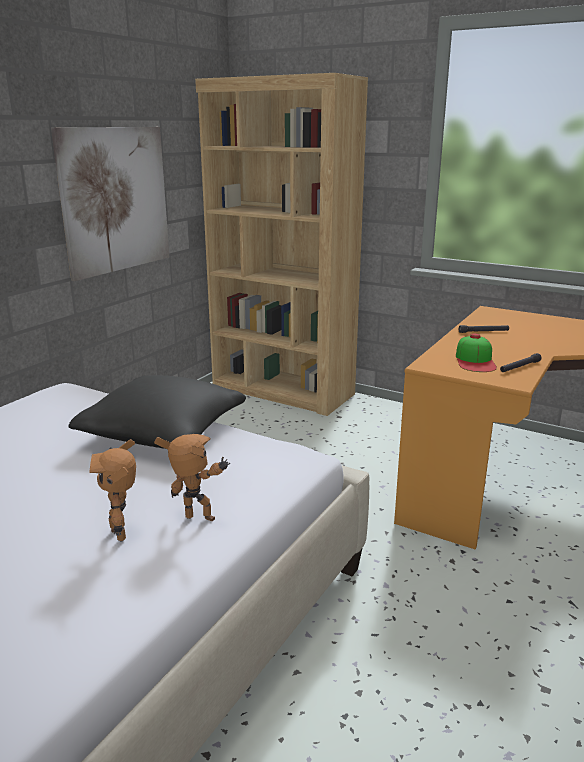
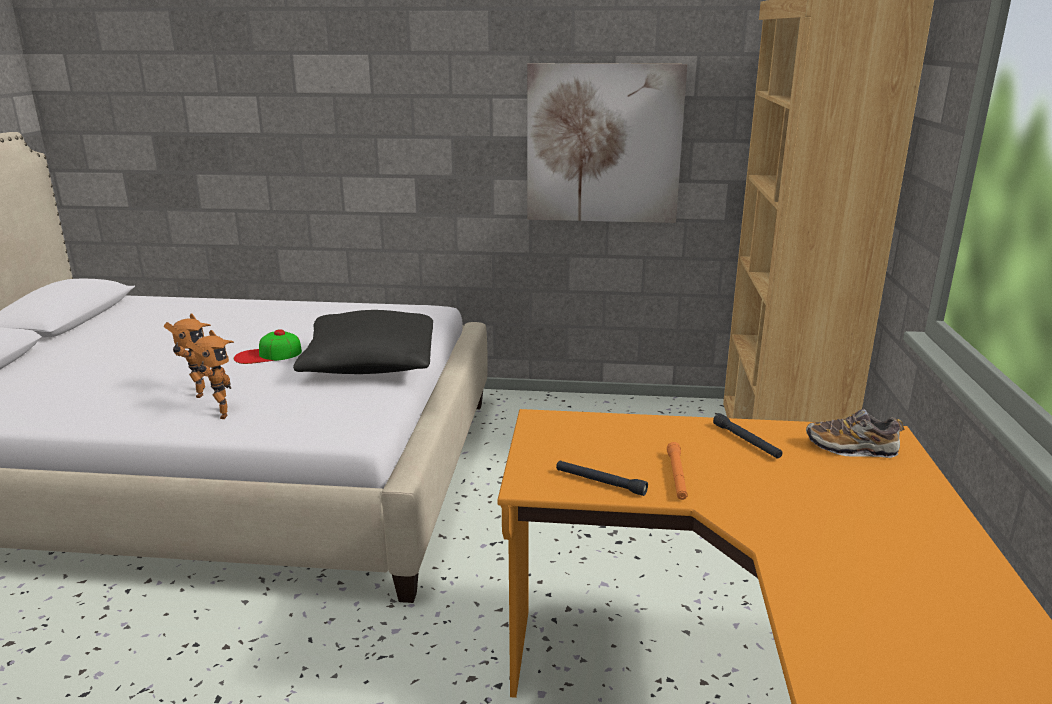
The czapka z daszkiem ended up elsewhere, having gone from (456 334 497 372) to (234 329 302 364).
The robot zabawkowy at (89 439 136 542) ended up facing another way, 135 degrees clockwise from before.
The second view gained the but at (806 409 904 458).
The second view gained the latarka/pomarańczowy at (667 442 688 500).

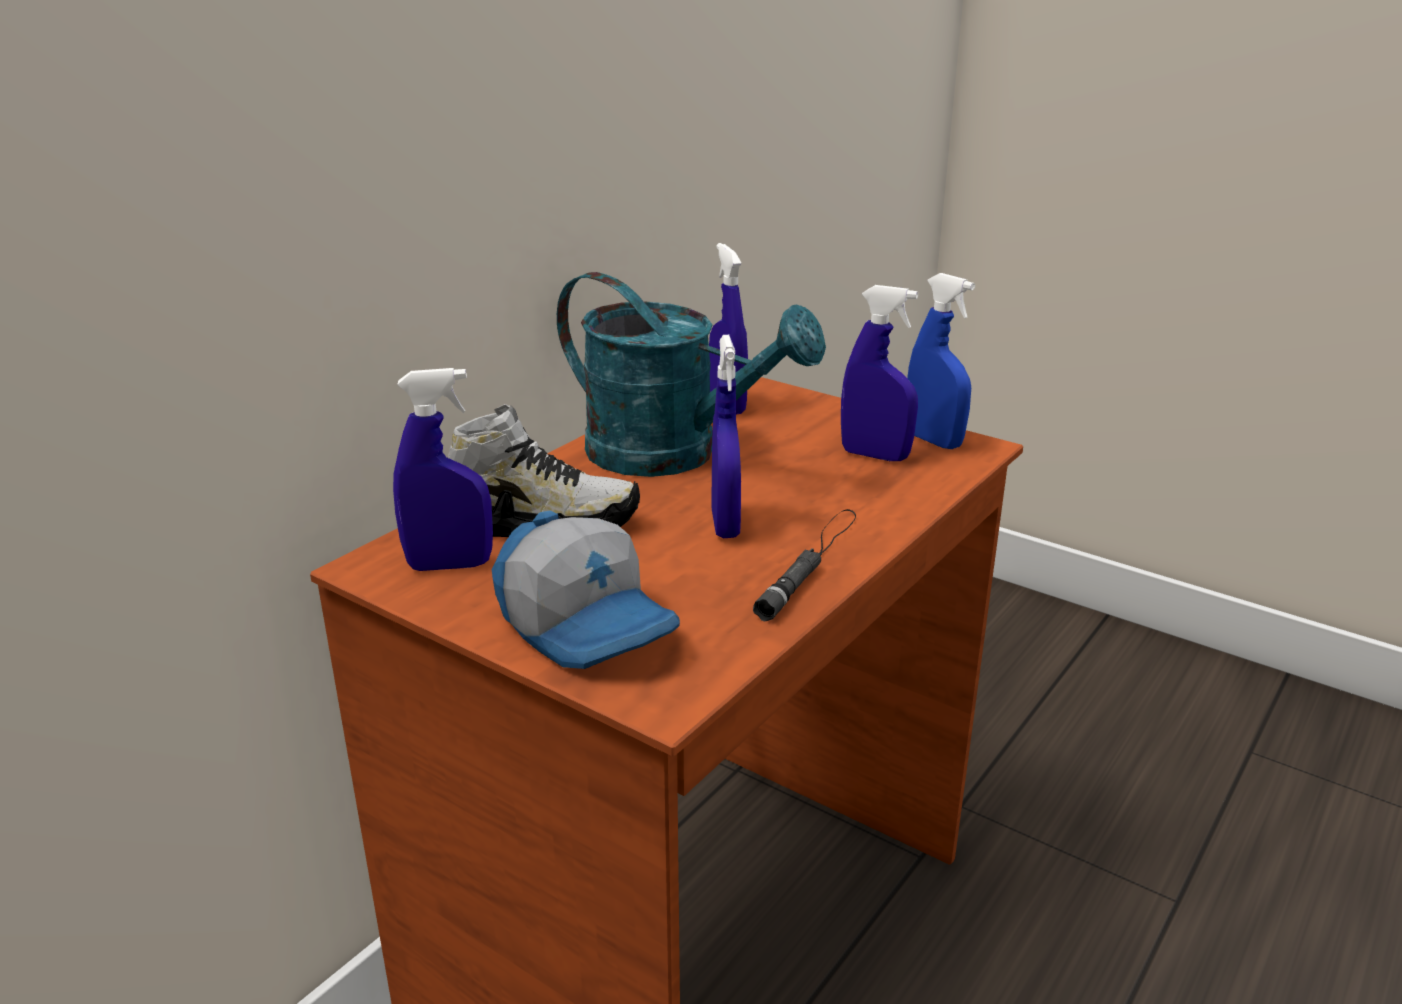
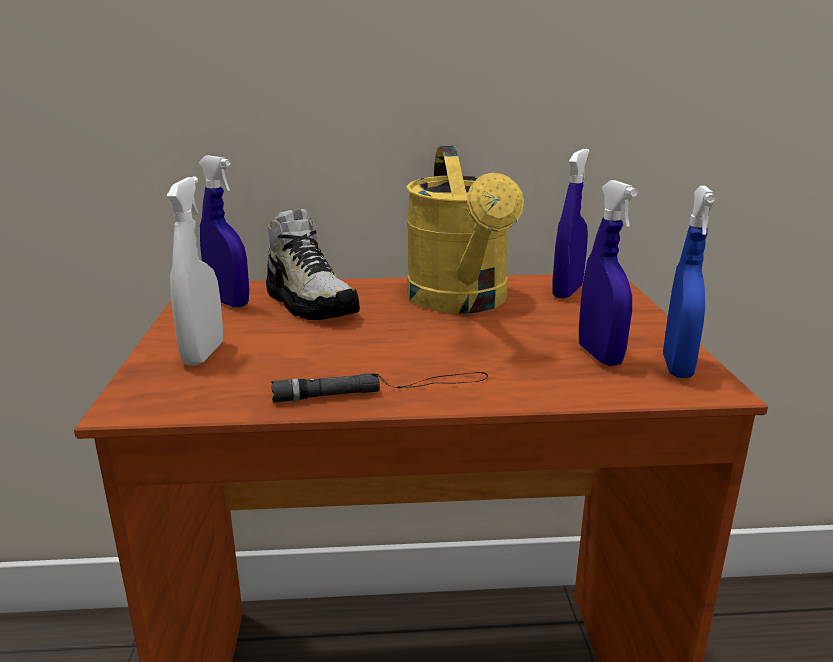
What was the konewka/turkusowy at (557 272 826 477) turned into the konewka/żółty at (406 146 524 314).
The second view lost the spryskiwacz/niebieski at (711 335 741 538).
Where the czapka z daszkiem stood at (492 511 680 669), the spryskiwacz/biały came to stand at (167 177 223 366).

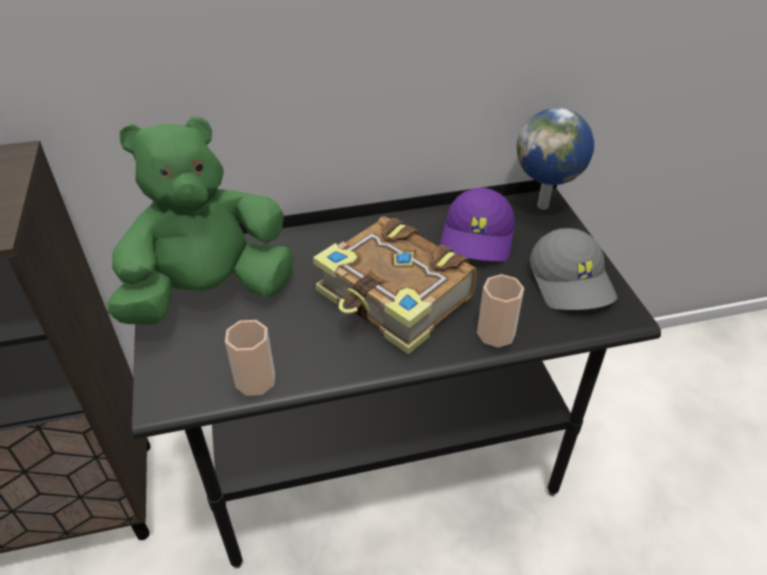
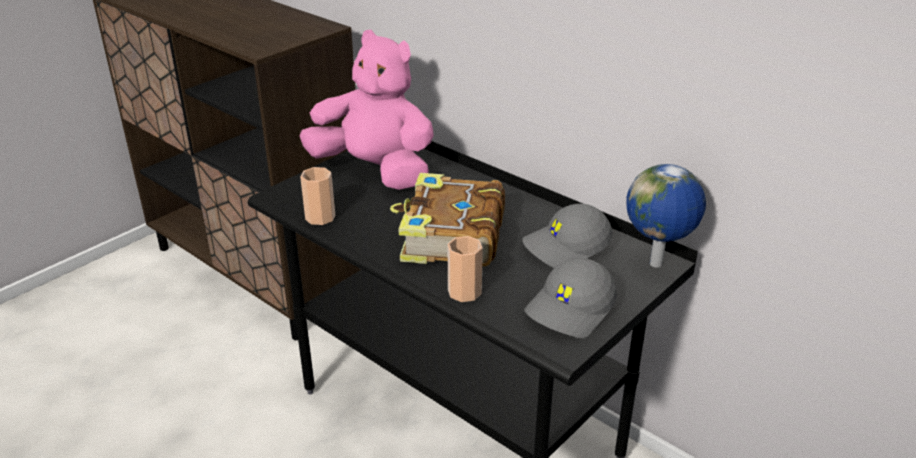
What was the pluszak/zielony at (106 116 294 325) turned into the pluszak/różowy at (299 30 434 190).
What was the czapka z daszkiem/fioletowy at (440 188 515 261) turned into the czapka z daszkiem/szary at (522 204 613 268).

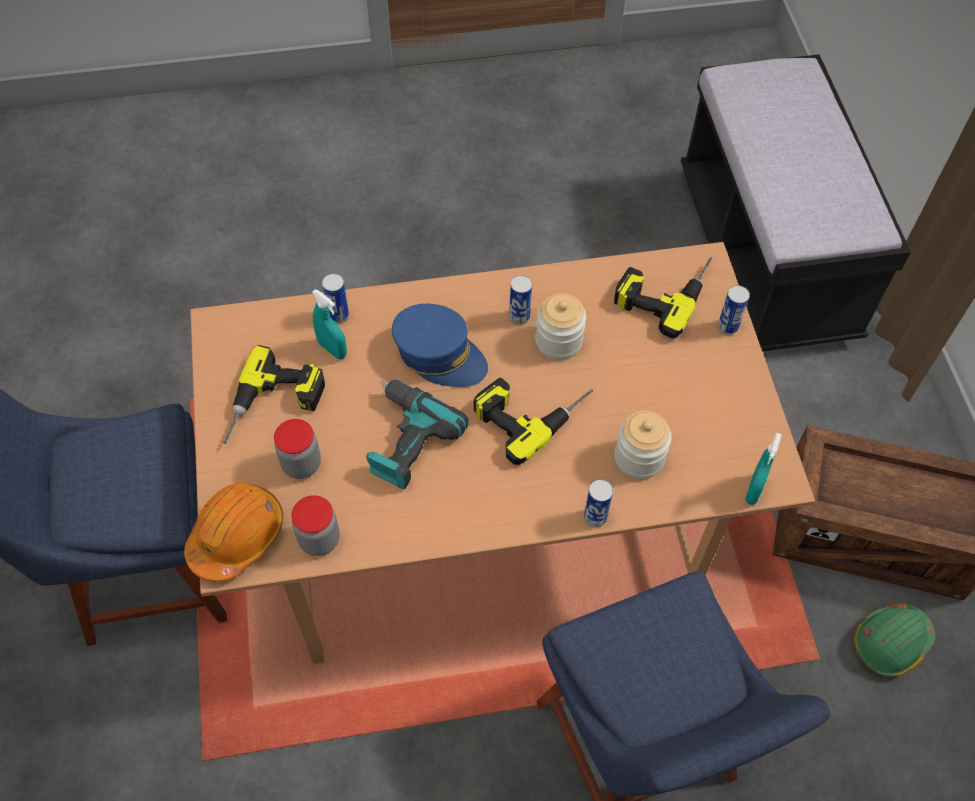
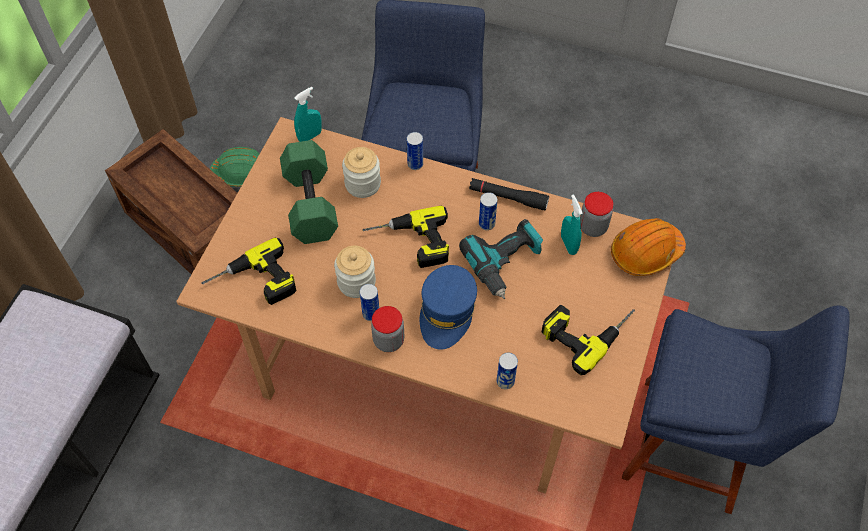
The puszka ended up elsewhere, having gone from (718 285 750 335) to (479 192 497 230).
The spryskiwacz/turkusowy ended up elsewhere, having gone from (312 289 347 359) to (561 194 583 255).
The czapka z daszkiem/niebieski at (392 304 488 387) ended up facing another way, 135 degrees counterclockwise from before.
The słoik ended up elsewhere, having gone from (274 419 321 479) to (371 306 404 352).
The second view gained the hantel/zielony at (280 140 338 244).
The second view gained the latarka/czarny at (469 178 549 210).

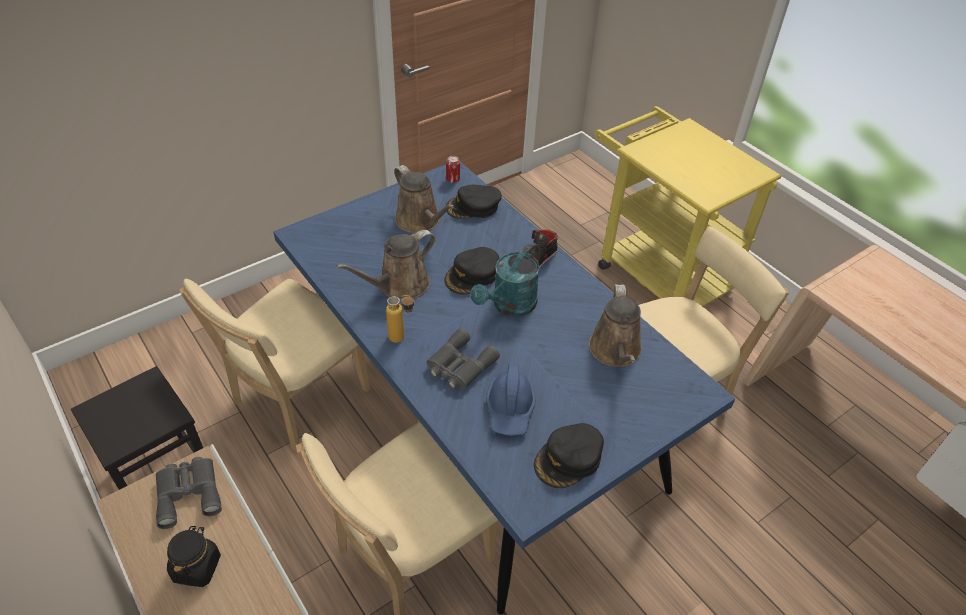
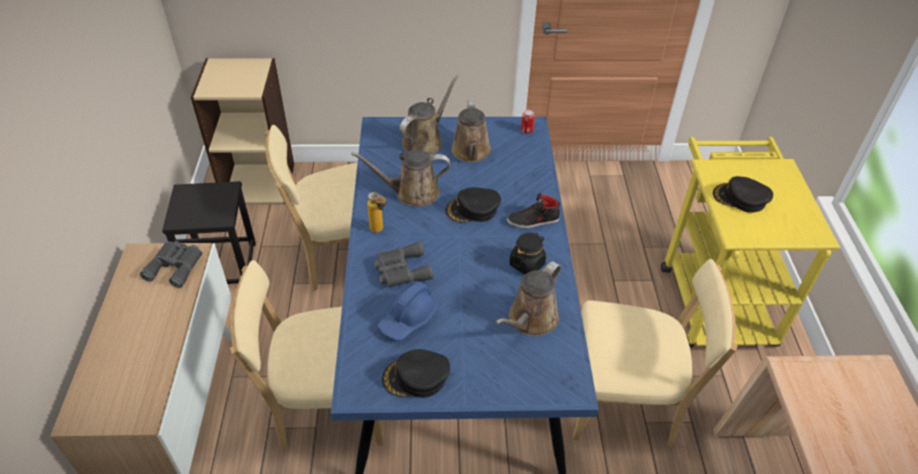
The czapka z daszkiem/czarny ended up elsewhere, having gone from (446 185 502 219) to (713 176 773 213).
The second view lost the konewka/turkusowy at (470 242 540 317).
The słoik/czarny ended up elsewhere, having gone from (167 526 221 587) to (509 233 546 275).
The second view gained the regał/beżowy at (191 58 294 205).
The second view gained the konewka/brązowy at (399 75 459 154).

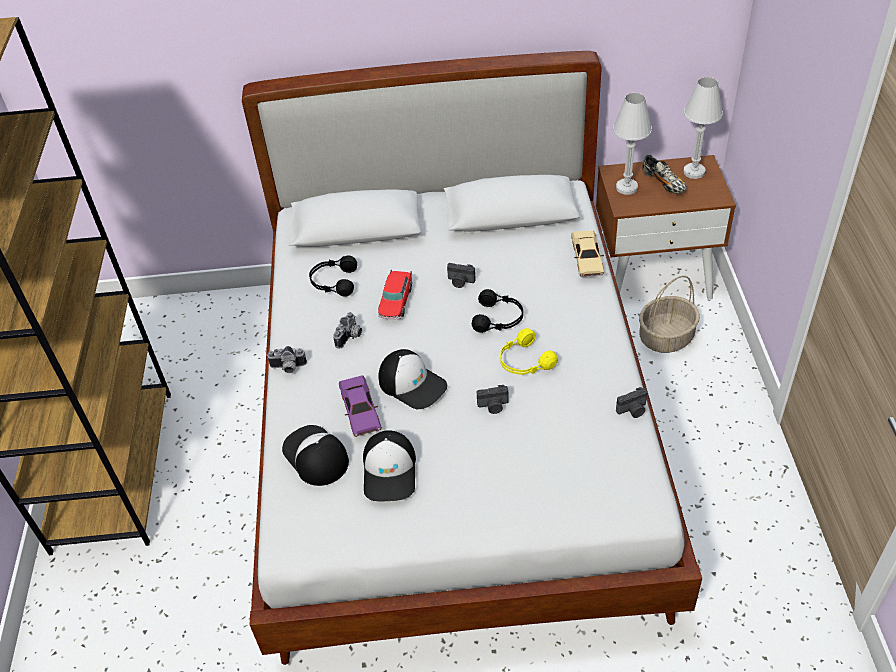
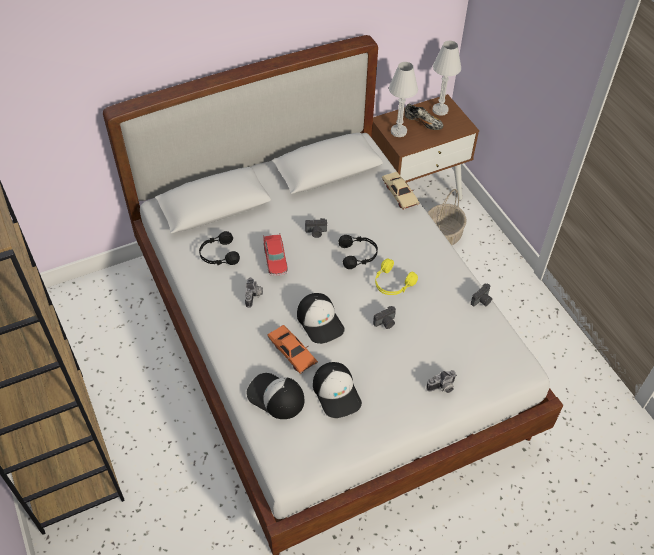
The aparat fotograficzny ended up elsewhere, having gone from (267 346 307 373) to (426 370 457 393).
The czapka z daszkiem at (379 349 447 409) ended up facing another way, 45 degrees clockwise from before.
What was the samochodzik/fioletowy at (339 375 382 437) turned into the samochodzik/pomarańczowy at (267 325 318 374).

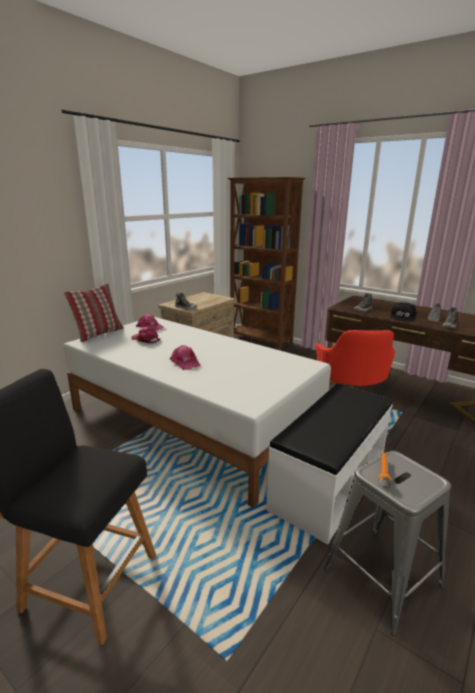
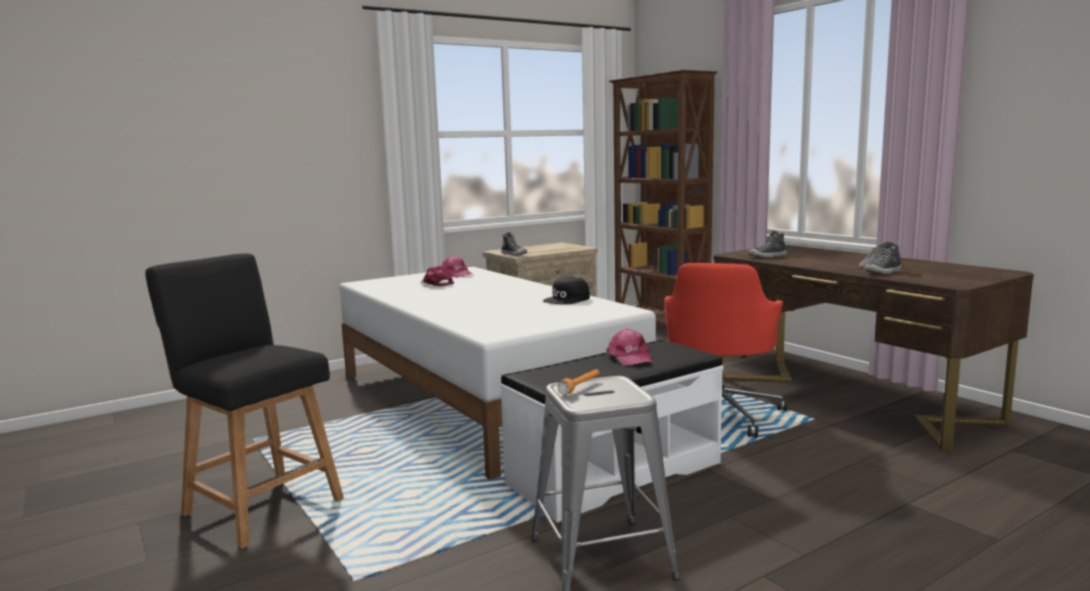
The second view lost the poduszka at (64 283 123 342).
The czapka z daszkiem/czarny ended up elsewhere, having gone from (390 302 416 321) to (543 276 590 304).
The czapka z daszkiem/różowy ended up elsewhere, having gone from (170 345 201 370) to (606 329 654 365).

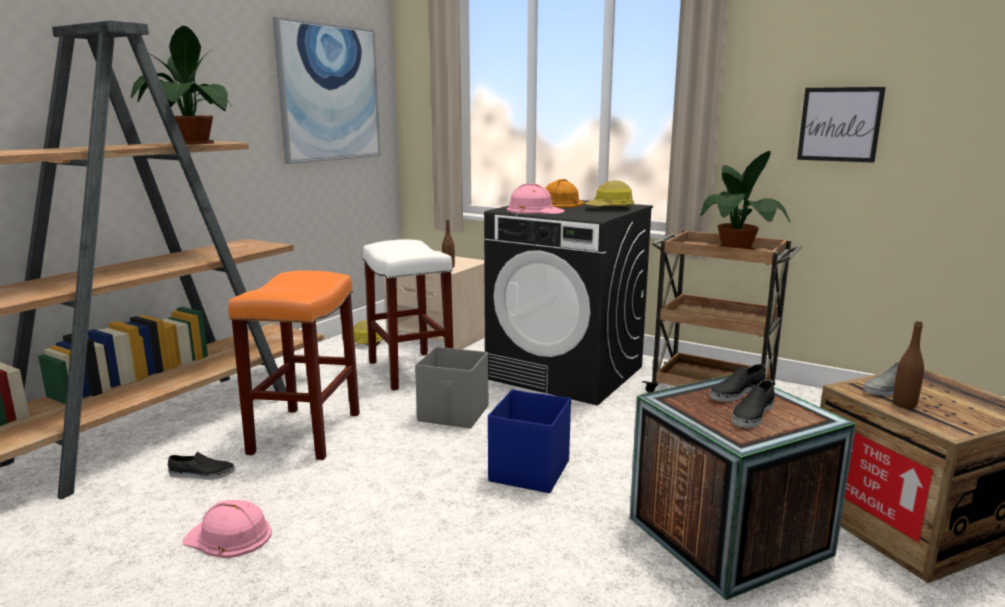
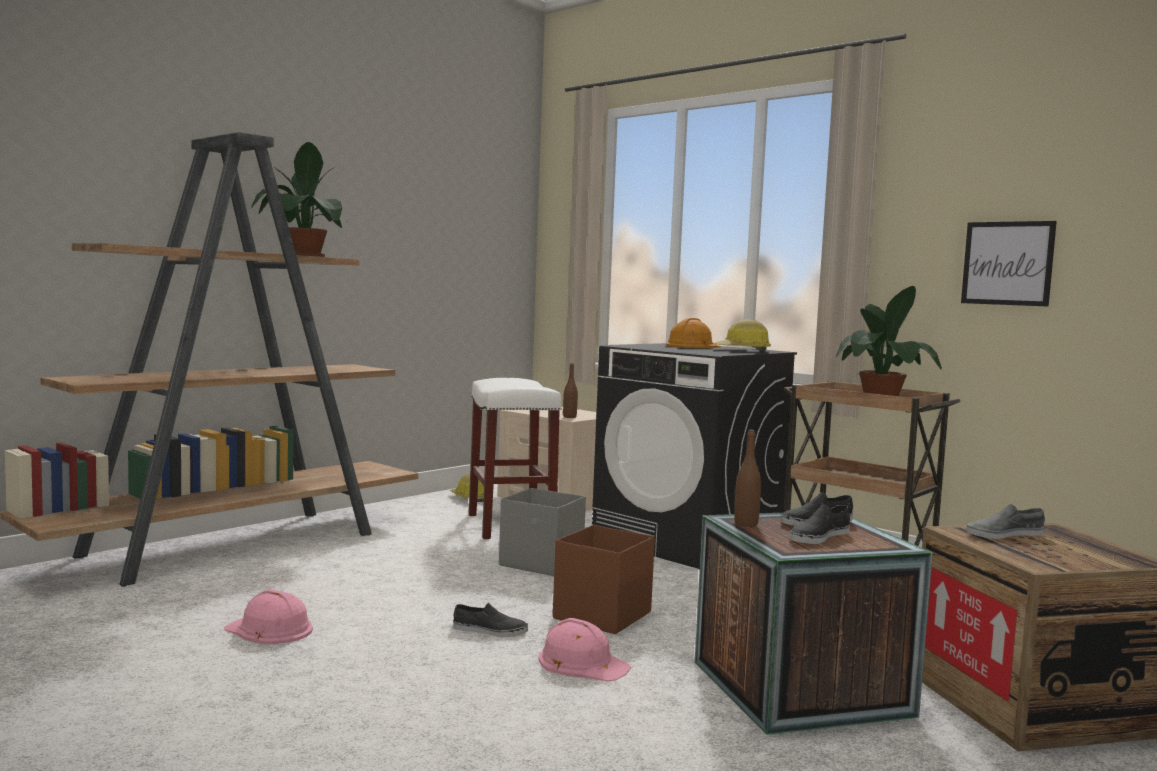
The second view lost the obraz at (272 17 381 164).
The kask/różowy ended up elsewhere, having gone from (507 183 565 214) to (538 618 631 681).
The second view lost the stołek/pomarańczowy at (228 270 360 460).
The butelka/brązowy ended up elsewhere, having gone from (893 321 924 409) to (734 430 761 527).
What was the pojemnik do przechowywania/niebieski at (488 389 571 493) turned into the pojemnik do przechowywania/brązowy at (553 525 655 634).
The but/czarny ended up elsewhere, having gone from (168 452 235 480) to (453 602 528 637).

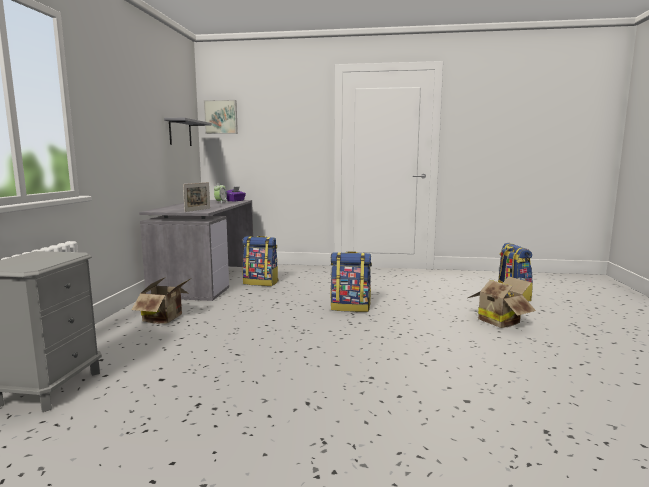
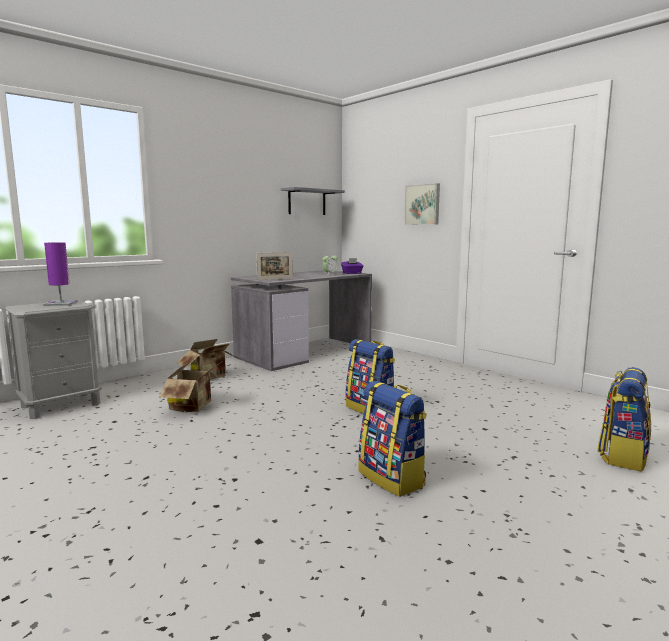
The obraz ended up elsewhere, having gone from (204 100 238 134) to (404 183 440 225).
The plecak ended up elsewhere, having gone from (242 236 279 286) to (358 381 427 497).
The karton ended up elsewhere, having gone from (468 276 536 328) to (159 360 220 412).
The second view gained the lampa stołowa/fioletowy at (43 242 78 306).

